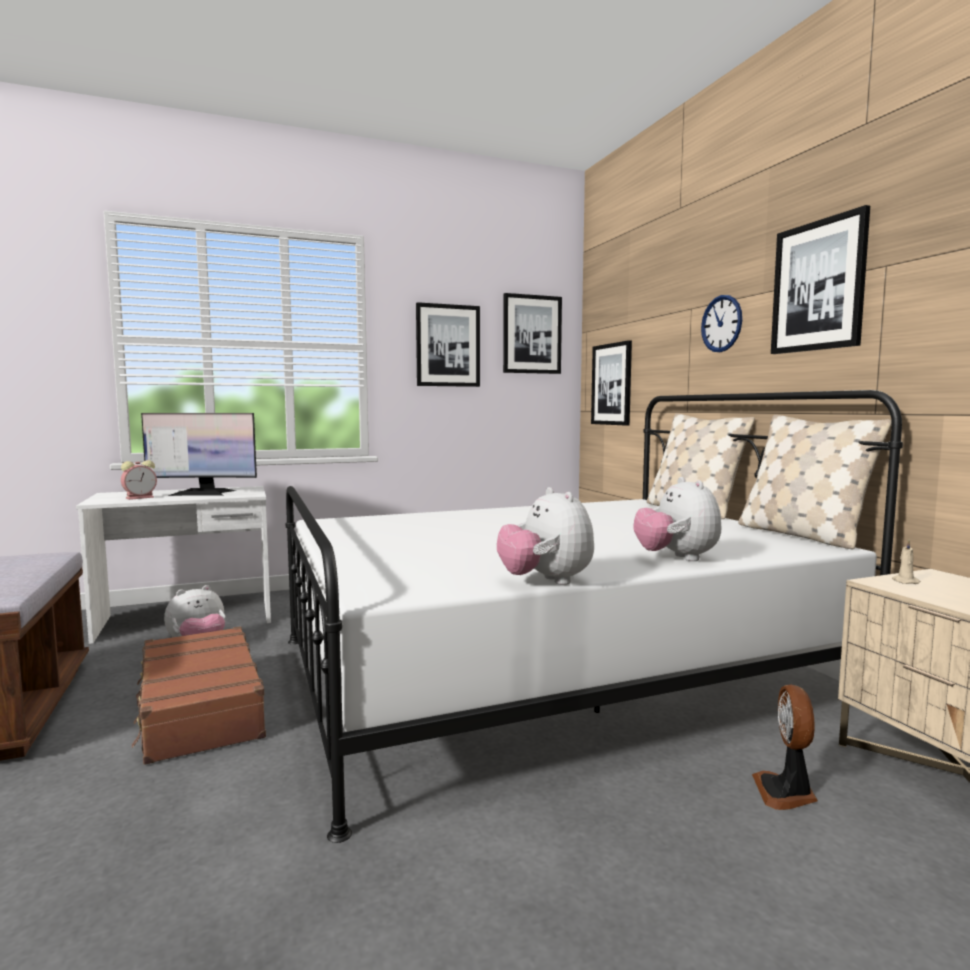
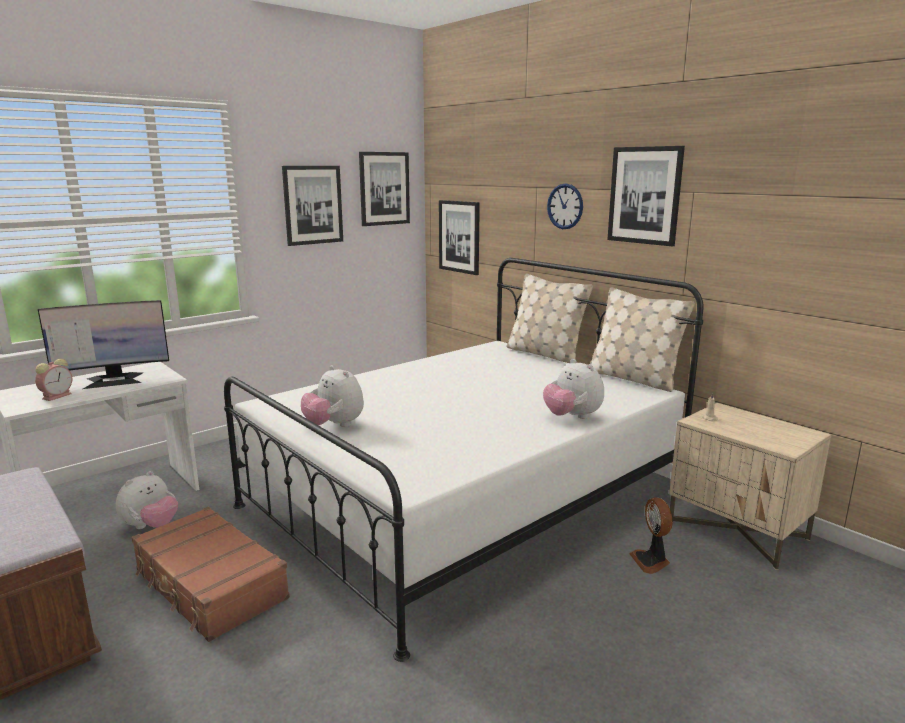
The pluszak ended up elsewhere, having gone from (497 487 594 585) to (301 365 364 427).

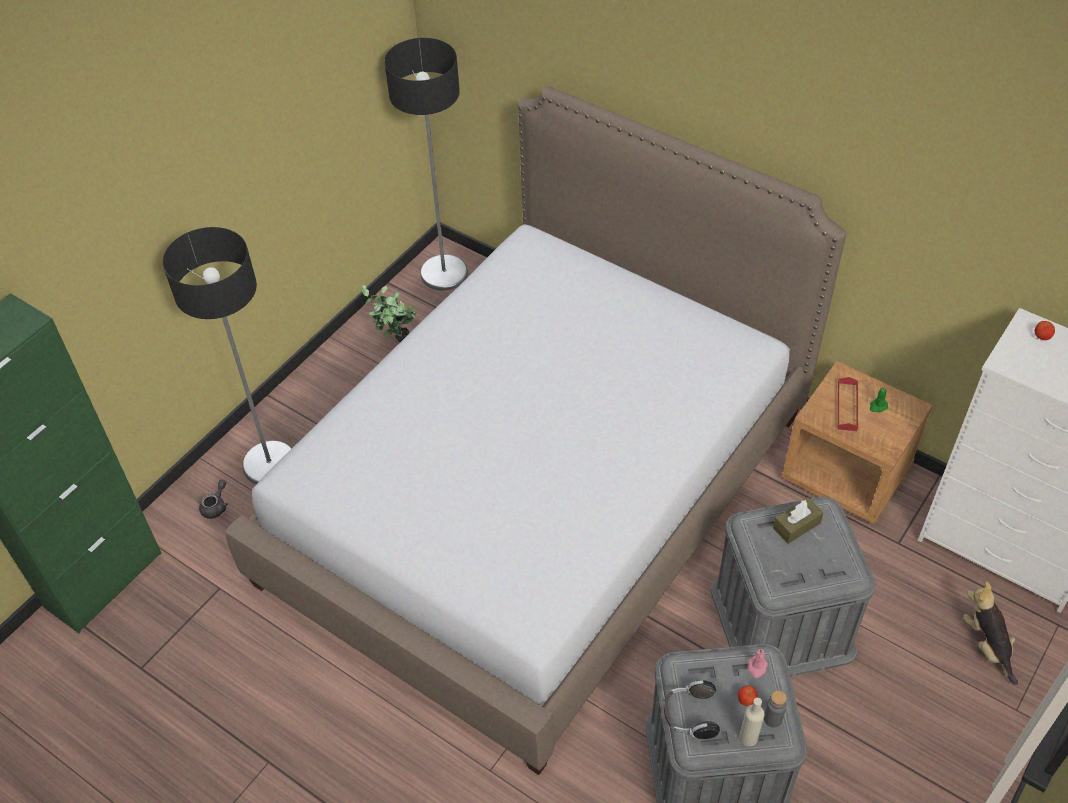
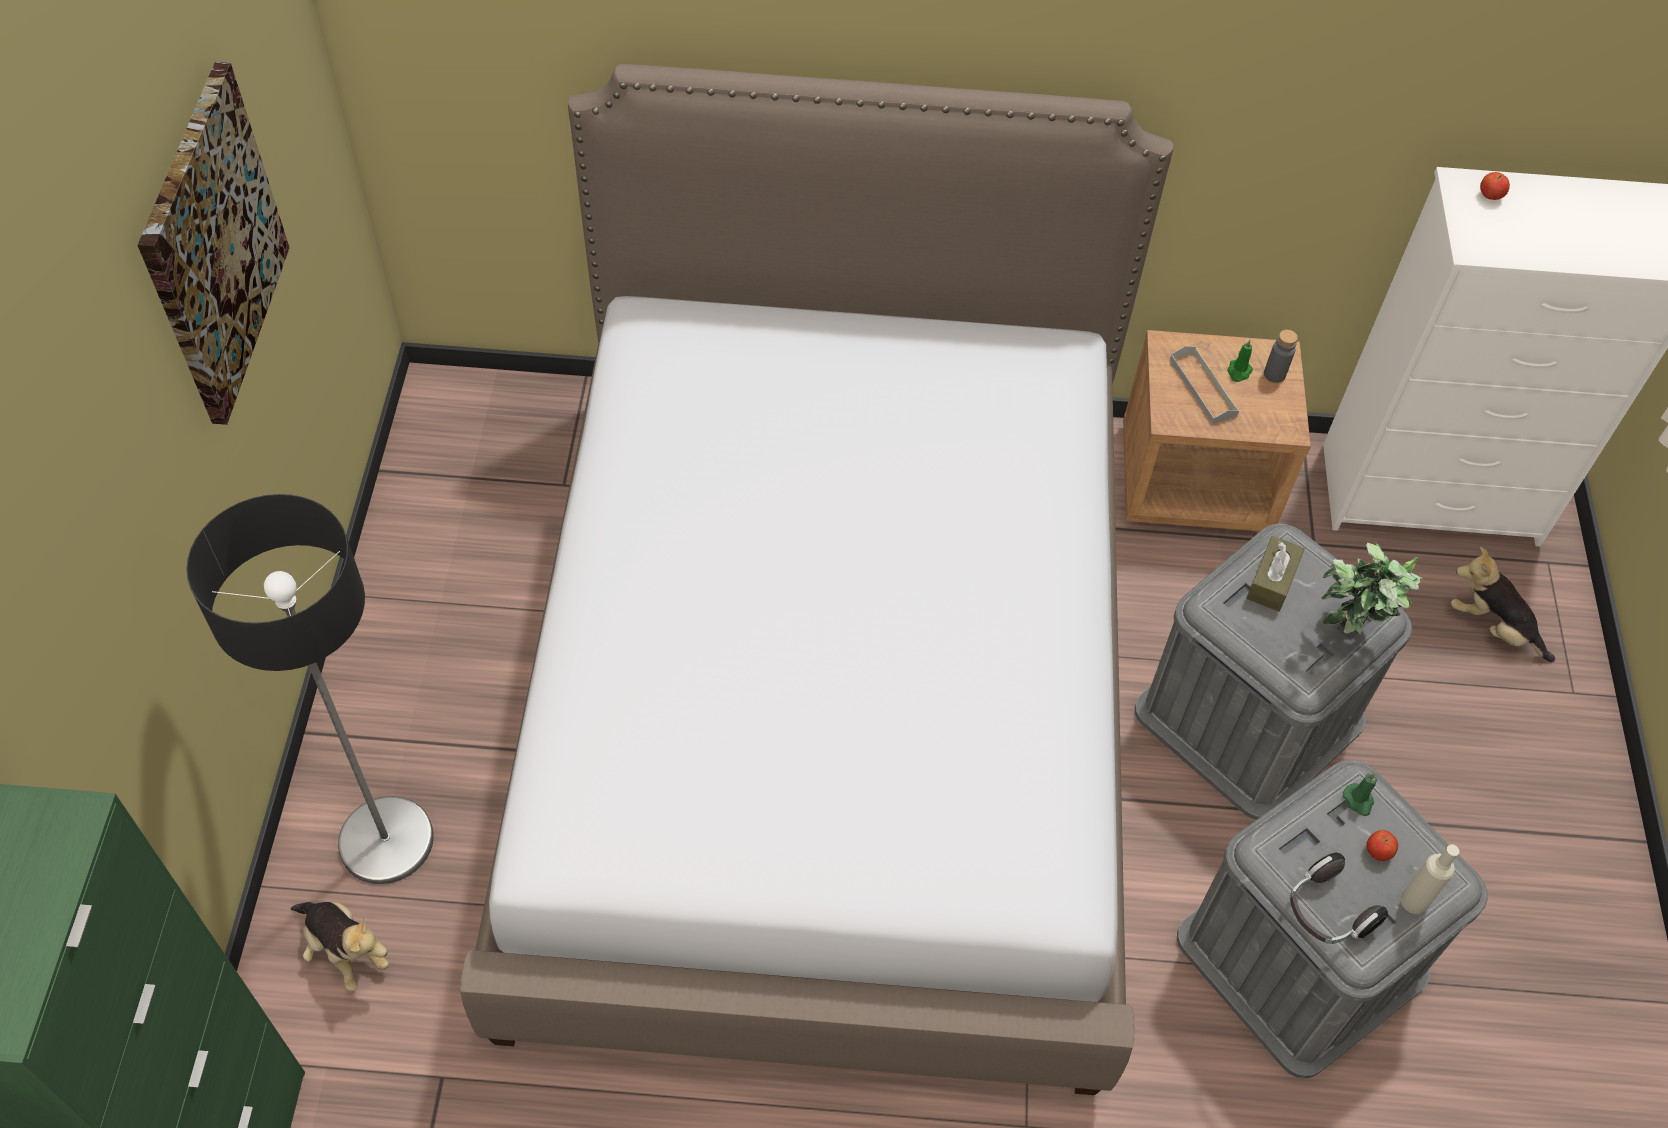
The second view lost the lampa stojąca at (384 38 468 291).
The roślina doniczkowa ended up elsewhere, having gone from (362 285 416 342) to (1321 542 1423 634).
What was the taca/czerwony at (838 377 858 431) turned into the taca/szary at (1170 346 1239 425).
Where the imbryk/szary stood at (199 480 228 519), the pluszak came to stand at (291 902 389 991).
What was the świeca/różowy at (748 648 768 678) turned into the świeca/zielony at (1343 773 1377 816).
The butelka/szary ended up elsewhere, having gone from (764 691 787 728) to (1264 330 1298 383).
The second view gained the obraz at (138 61 290 425).

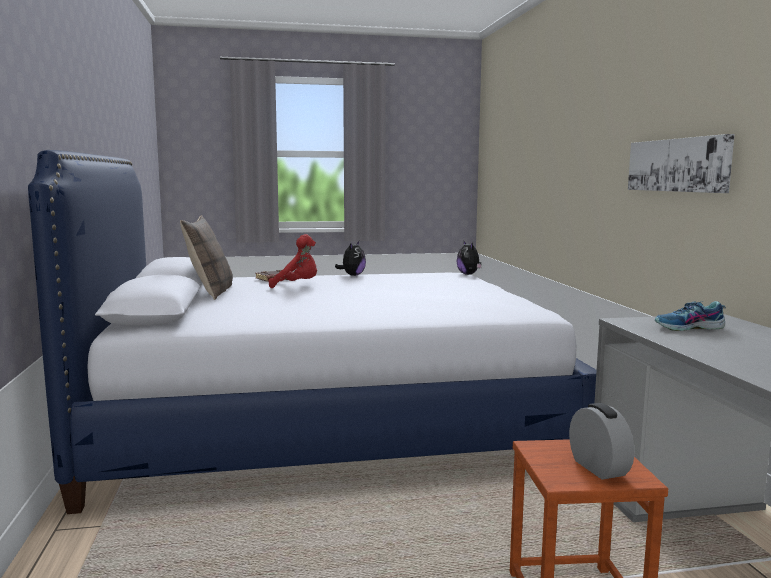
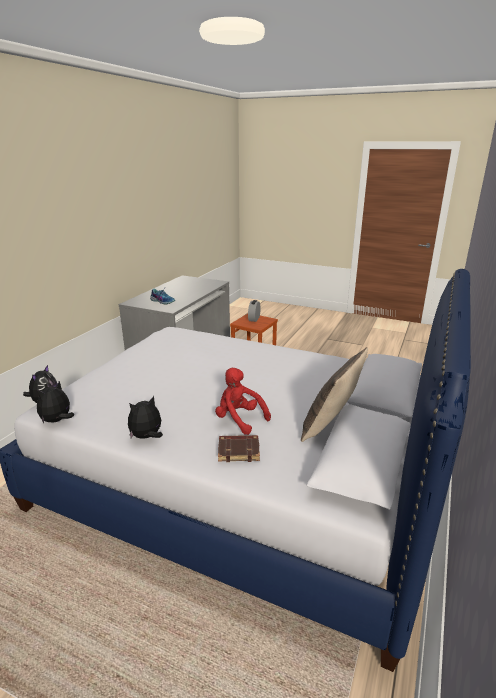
The second view lost the obraz at (628 134 735 193).
The second view gained the pluszak at (37 381 74 423).

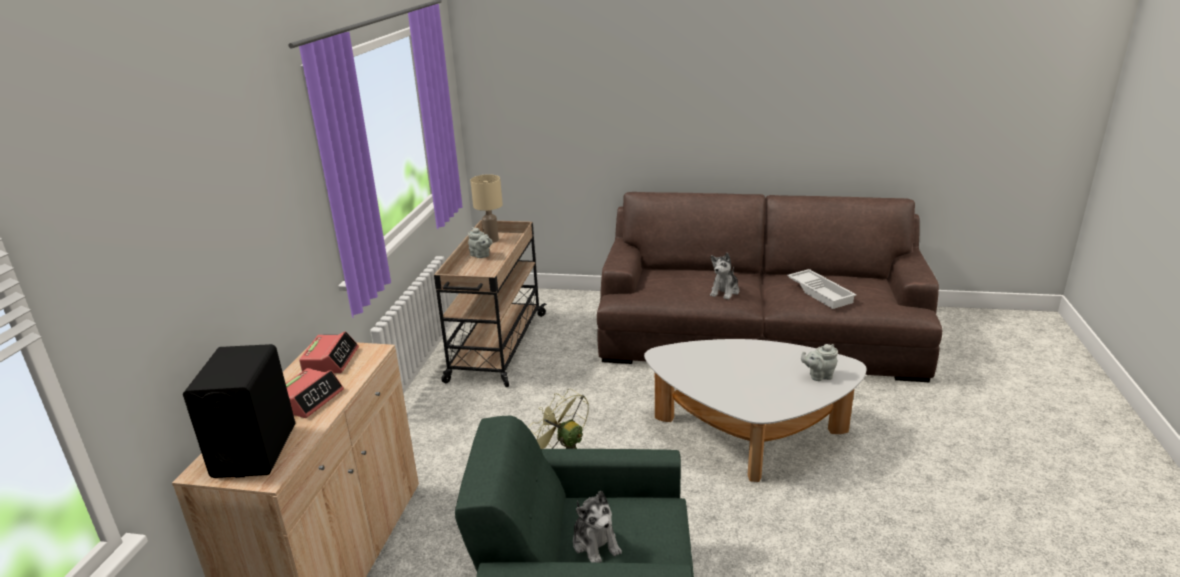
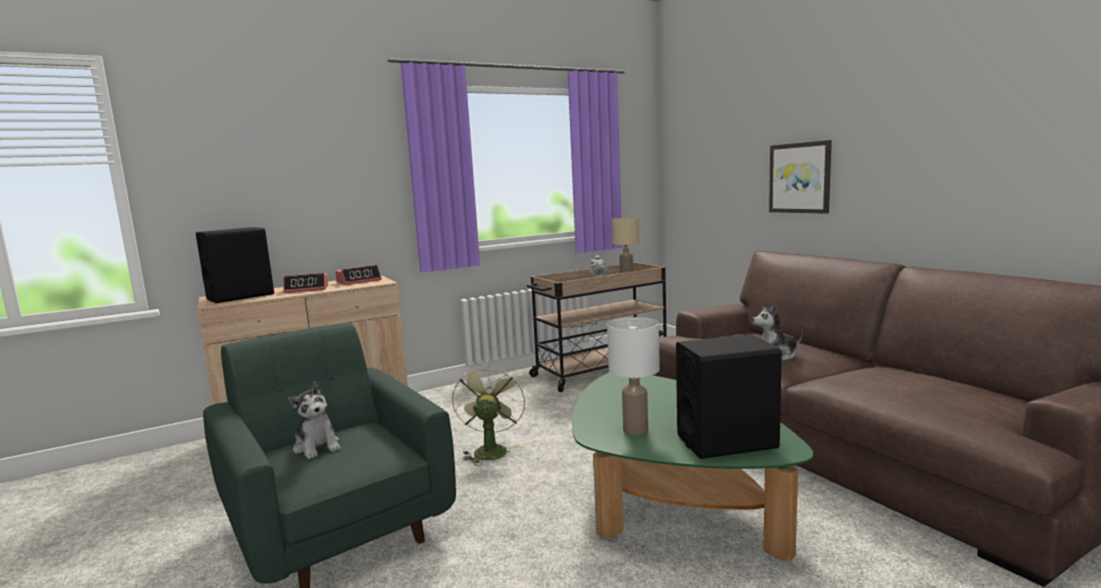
The second view lost the taca/biały at (787 269 857 309).
What was the ława/biały at (644 339 867 482) turned into the ława/zielony at (572 373 813 561).
Where the imbryk/szary stood at (801 344 838 381), the głośnik/czarny came to stand at (676 334 782 459).
The pluszak at (573 491 622 563) ended up facing another way, 60 degrees counterclockwise from before.
The second view gained the obraz at (769 140 832 214).
The second view gained the lampa stołowa/biały at (607 317 660 435).

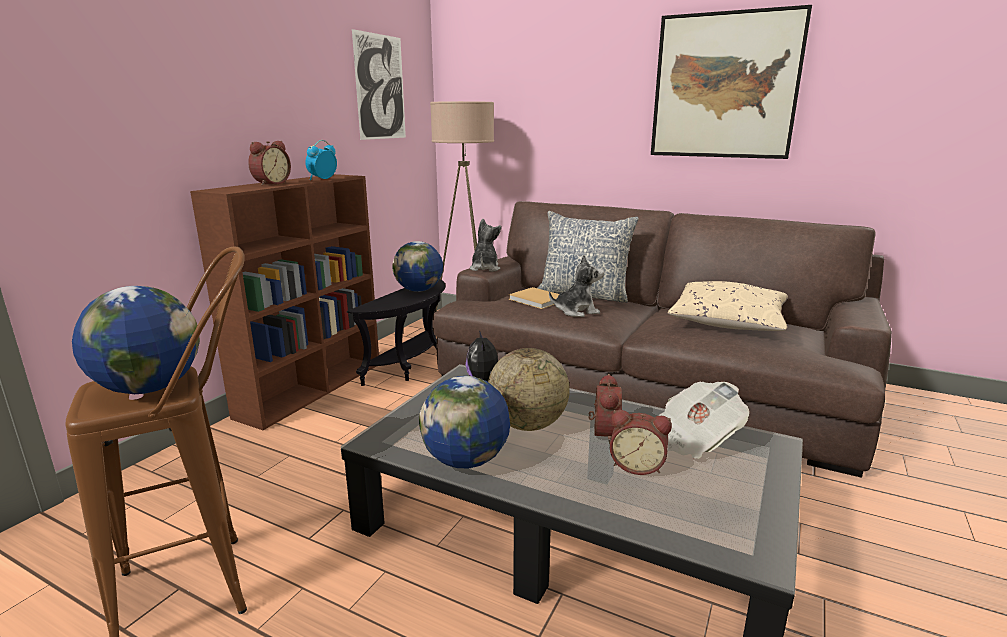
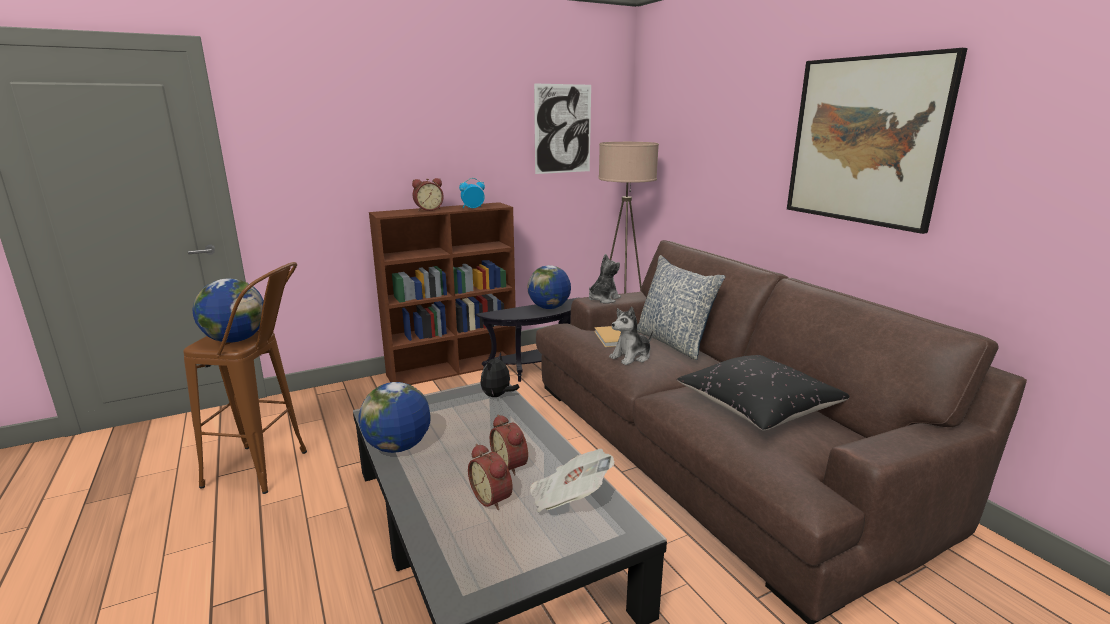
The pluszak at (549 255 604 317) ended up facing another way, 120 degrees clockwise from before.
What was the poduszka/beżowy at (668 281 788 331) turned into the poduszka/czarny at (677 355 850 431).
The second view lost the globus at (488 348 570 431).
The budzik at (588 374 622 444) ended up facing another way, 105 degrees clockwise from before.

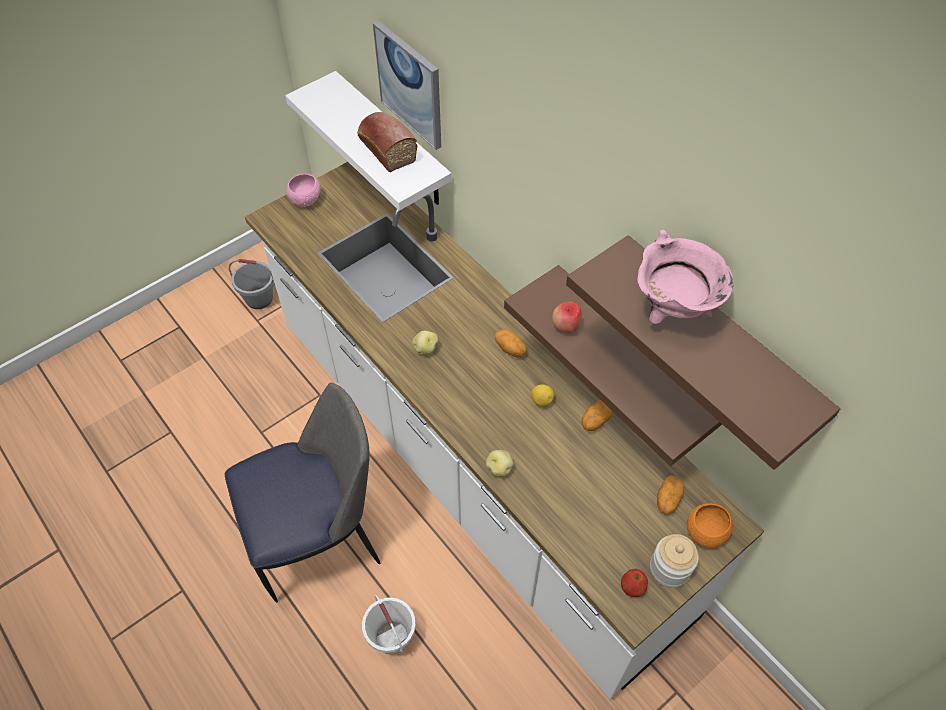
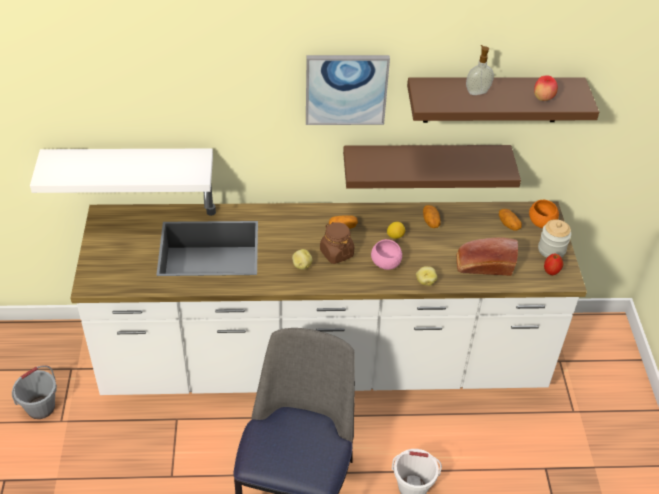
The obraz ended up elsewhere, having gone from (373 21 441 150) to (306 55 390 125).
The chleb ended up elsewhere, having gone from (357 112 417 172) to (456 237 518 276).
The miska/różowy ended up elsewhere, having gone from (286 174 321 207) to (371 239 402 270).
Where the garnek/różowy stood at (637 230 734 324), the dozownik mydła came to stand at (466 45 494 95).
The jabłko ended up elsewhere, having gone from (552 301 582 333) to (534 75 558 101).
The second view gained the słoik/brązowy at (320 222 354 264).

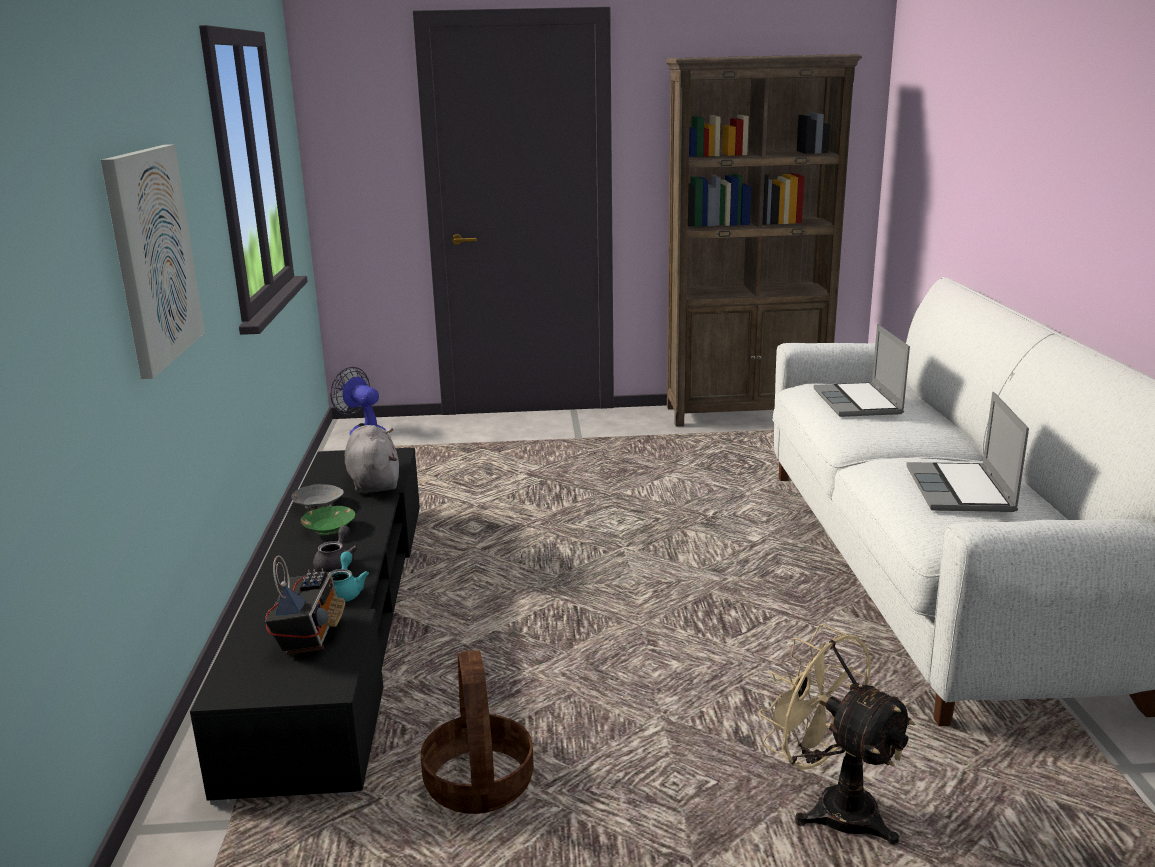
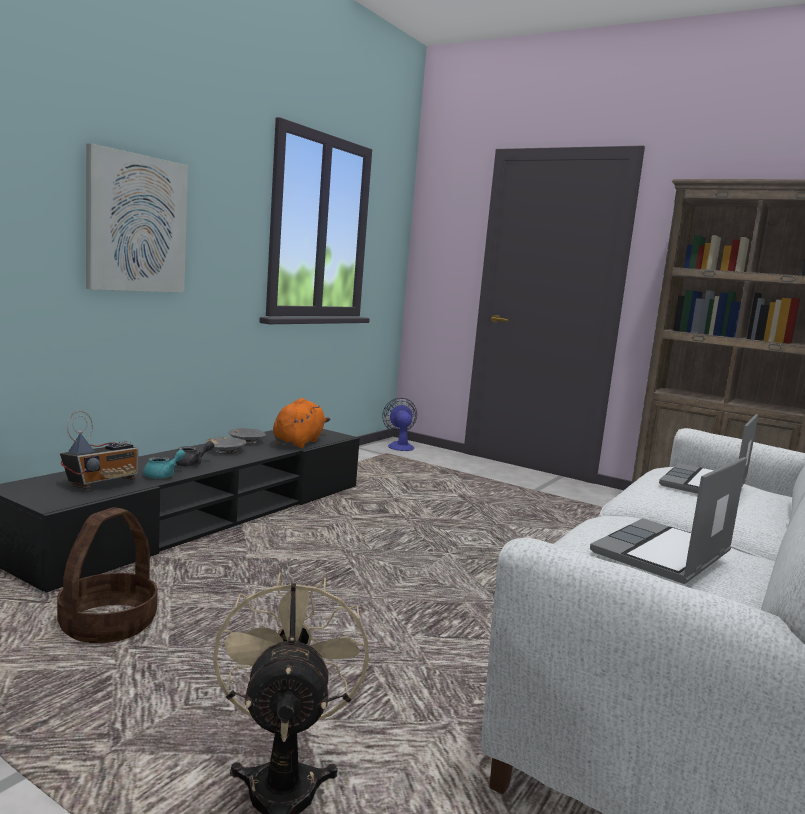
What was the pluszak/szary at (345 425 399 493) turned into the pluszak/pomarańczowy at (273 398 330 448).
What was the miska/zielony at (300 506 355 536) turned into the miska/szary at (206 437 247 454).

